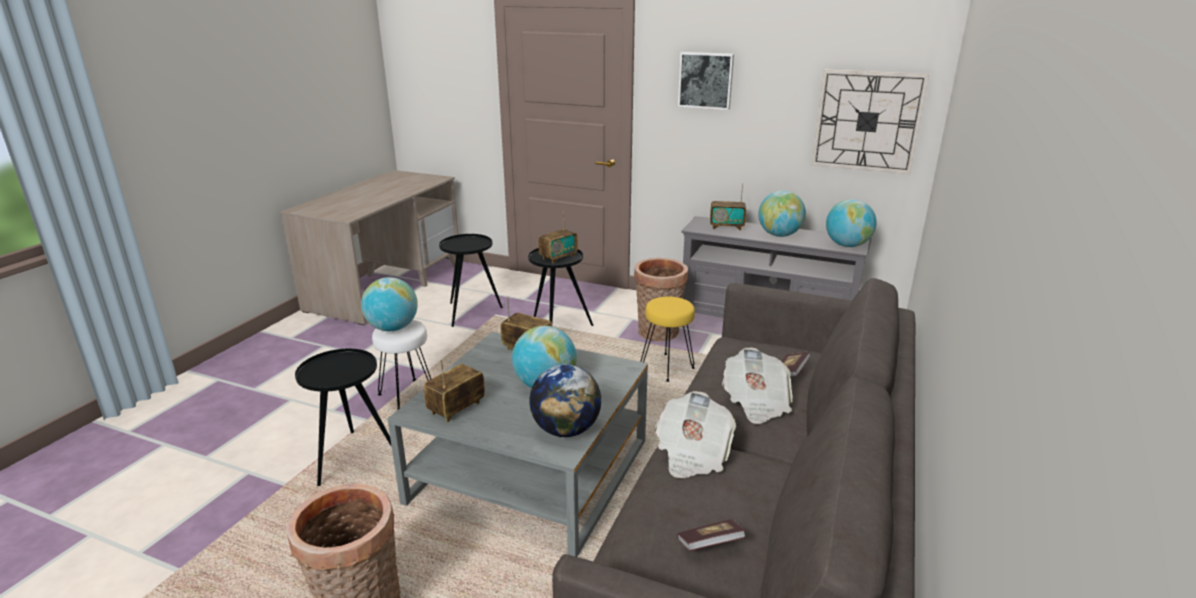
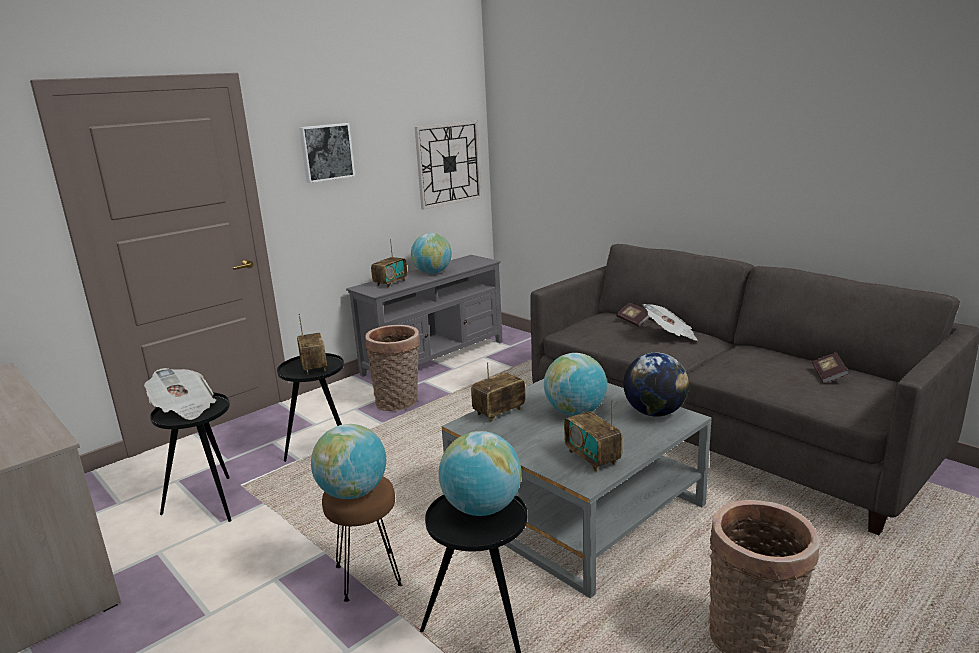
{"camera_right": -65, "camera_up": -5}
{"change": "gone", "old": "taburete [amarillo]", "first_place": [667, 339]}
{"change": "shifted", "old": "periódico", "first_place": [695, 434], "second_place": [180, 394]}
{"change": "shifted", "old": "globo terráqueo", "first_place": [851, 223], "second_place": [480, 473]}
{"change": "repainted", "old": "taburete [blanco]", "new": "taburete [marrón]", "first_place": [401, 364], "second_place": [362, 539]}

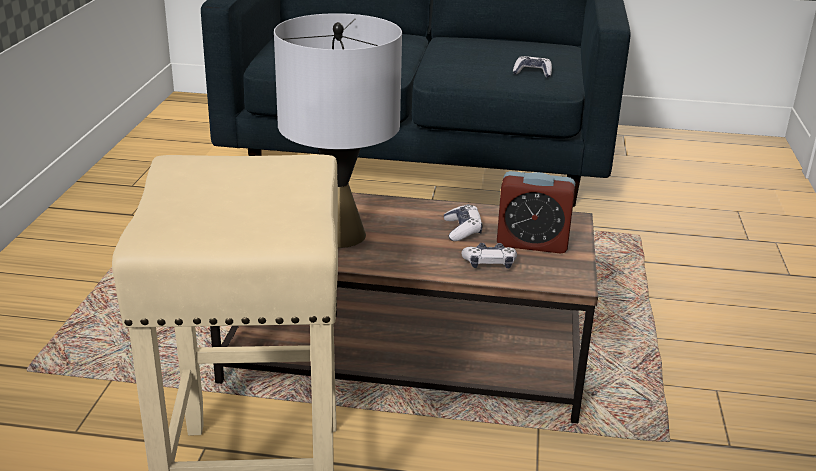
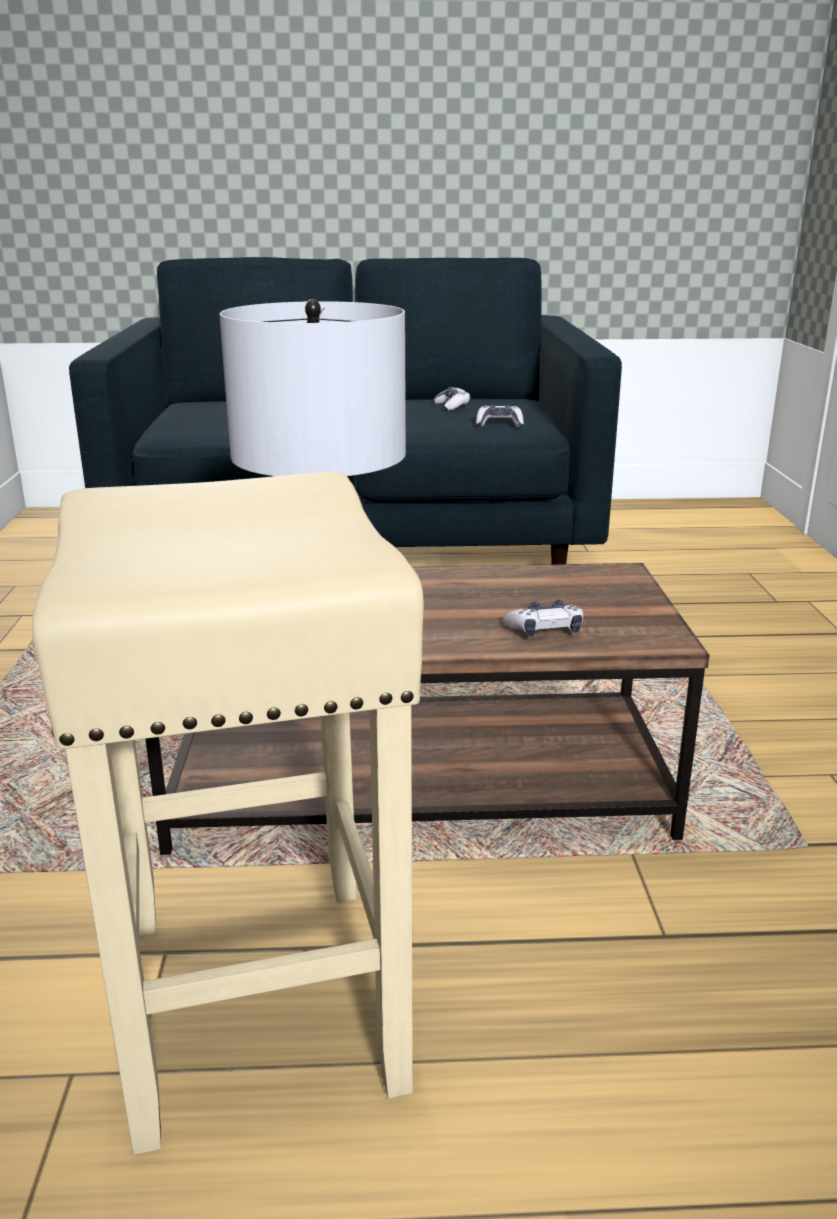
{"camera_right": -10, "camera_up": -5}
{"change": "gone", "old": "despertador", "first_place": [536, 212]}
{"change": "shifted", "old": "mando de consola", "first_place": [463, 222], "second_place": [452, 399]}

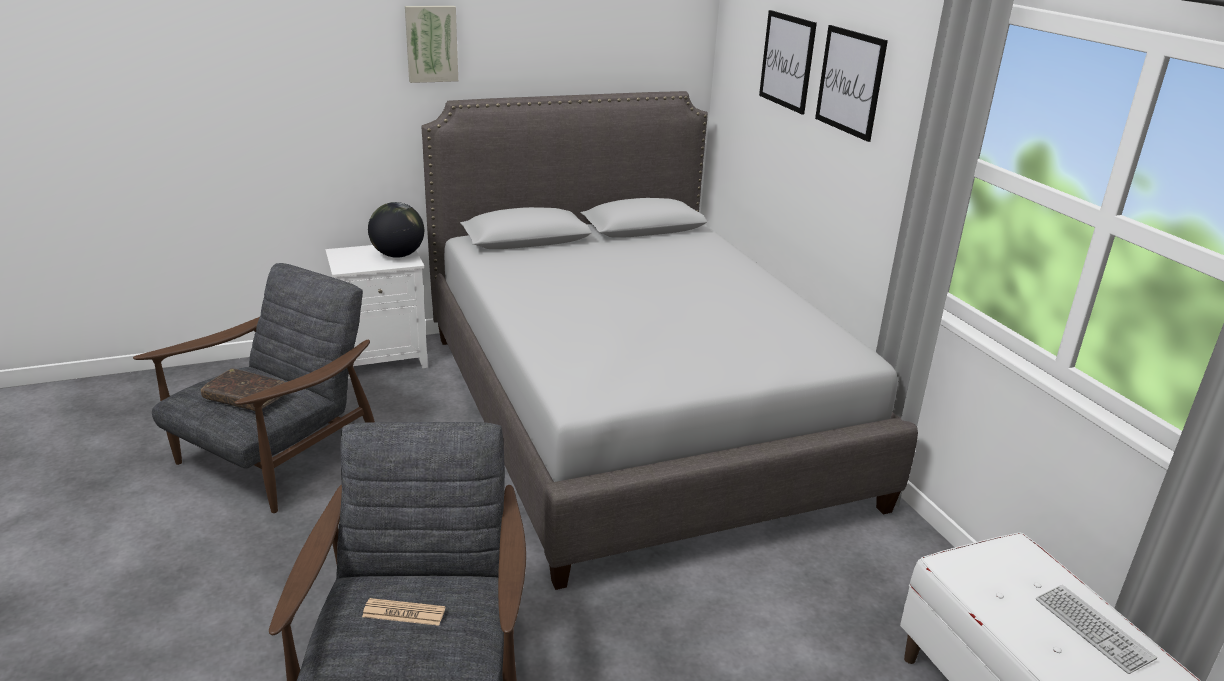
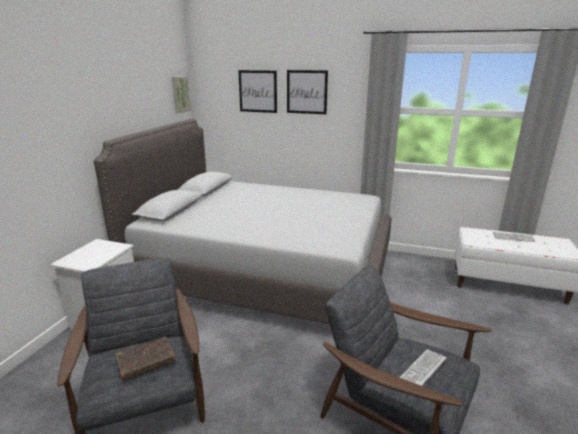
{"camera_right": -50, "camera_up": -5}
{"change": "gone", "old": "globo terráqueo", "first_place": [396, 230]}
{"change": "shifted", "old": "cuadro", "first_place": [431, 44], "second_place": [181, 95]}
{"change": "swapped", "old": "periódico", "new": "teclado", "first_place": [403, 612], "second_place": [422, 367]}

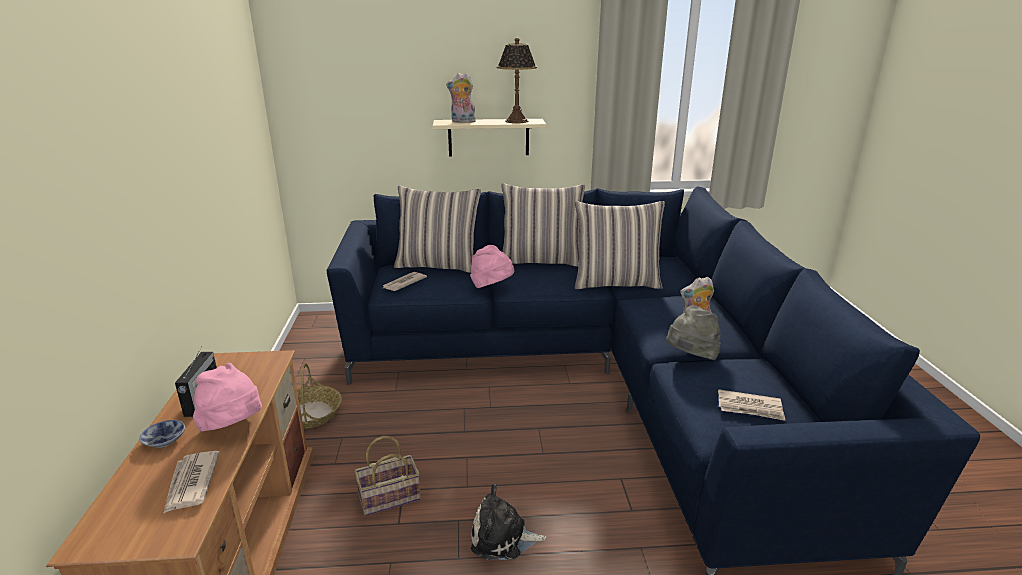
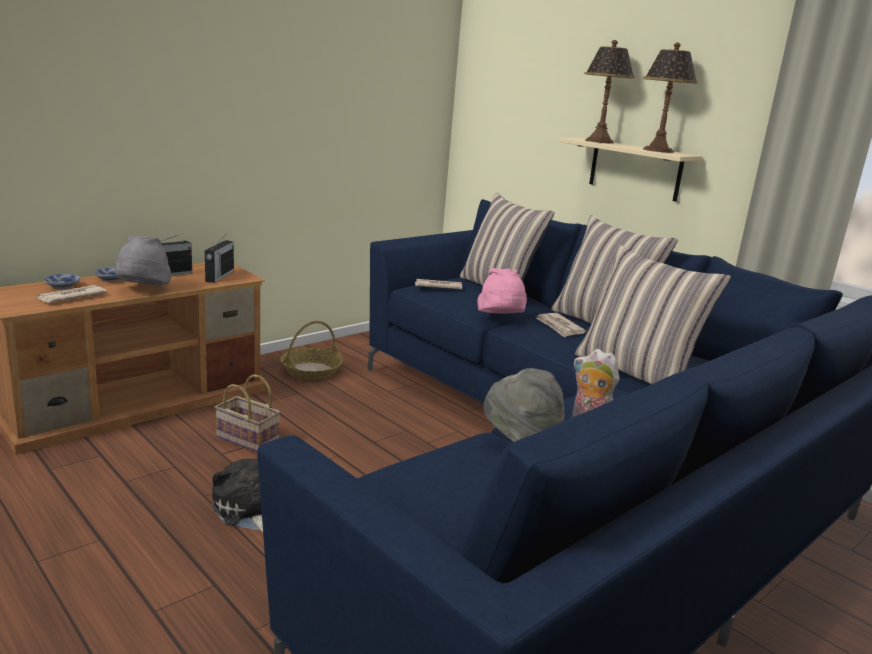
{"camera_right": 50, "camera_up": -5}
{"change": "new", "new": "cuenco", "second_place": [62, 281]}
{"change": "new", "new": "radio", "second_place": [219, 259]}
{"change": "shifted", "old": "periódico", "first_place": [751, 405], "second_place": [561, 325]}
{"change": "swapped", "old": "peluche", "new": "lámpara de mesa", "first_place": [461, 98], "second_place": [609, 91]}
{"change": "repainted", "old": "sombrero [rosa]", "new": "sombrero [gris]", "first_place": [227, 397], "second_place": [143, 260]}

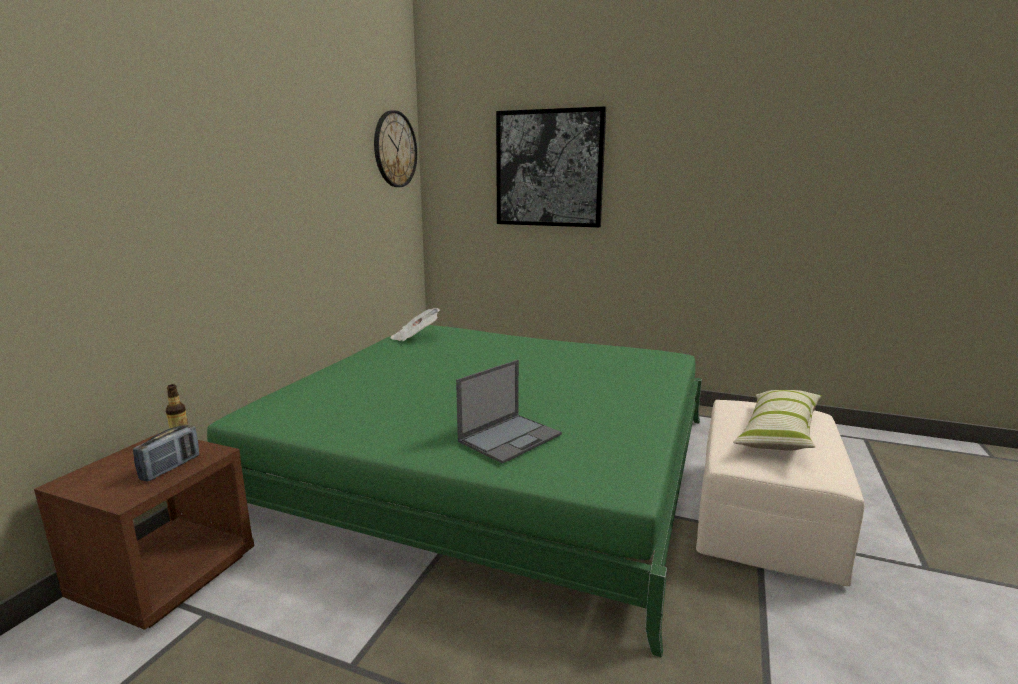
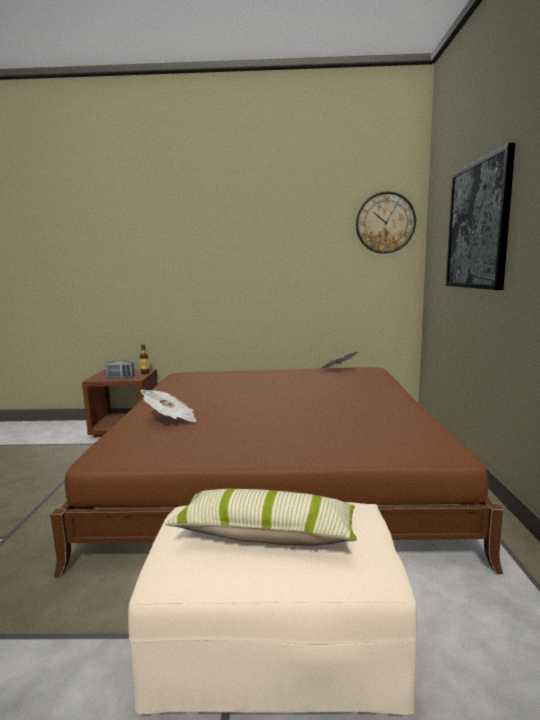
{"camera_right": 70, "camera_up": -5}
{"change": "swapped", "old": "portátil", "new": "periódico", "first_place": [509, 412], "second_place": [168, 406]}
{"change": "repainted", "old": "cama [verde]", "new": "cama [marrón]", "first_place": [454, 491], "second_place": [277, 472]}

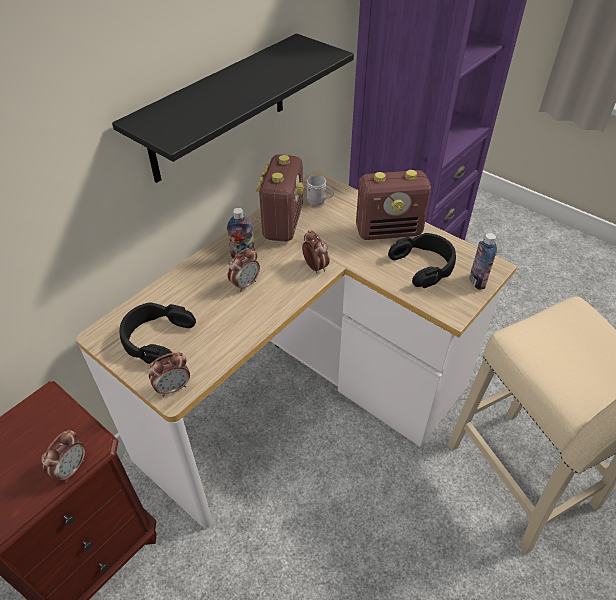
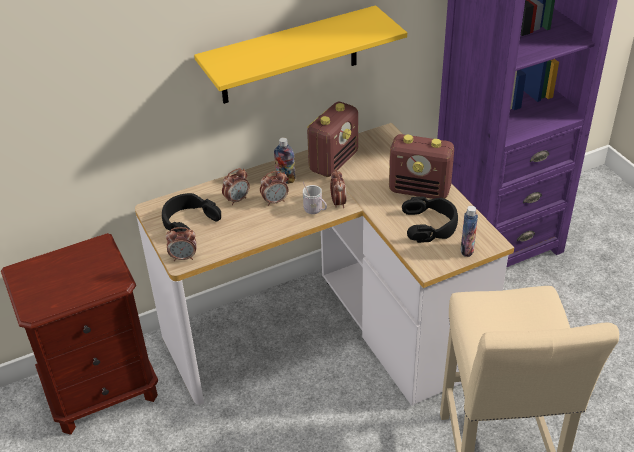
{"camera_right": 25, "camera_up": -5}
{"change": "shifted", "old": "despertador", "first_place": [63, 456], "second_place": [236, 186]}
{"change": "shifted", "old": "taza grande [blanco]", "first_place": [319, 189], "second_place": [315, 197]}
{"change": "repainted", "old": "estante [negro]", "new": "estante [amarillo]", "first_place": [233, 108], "second_place": [300, 54]}

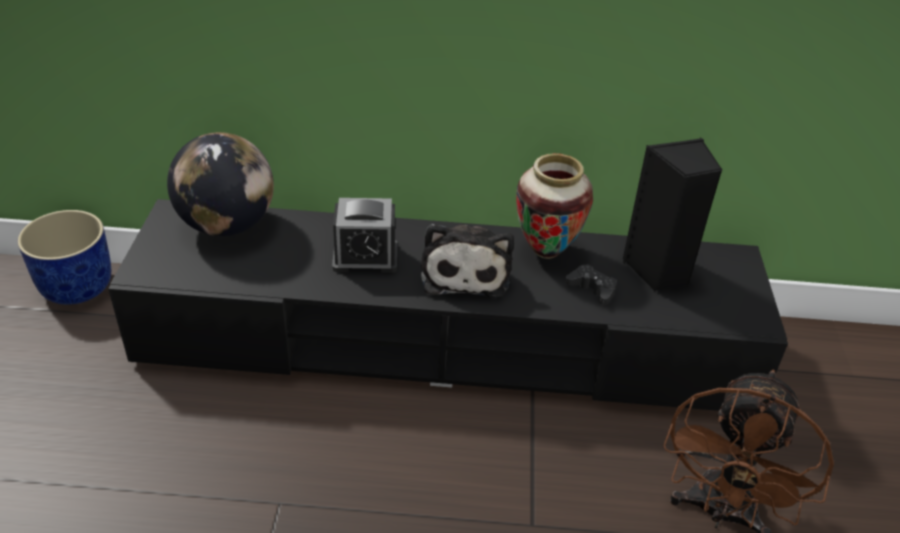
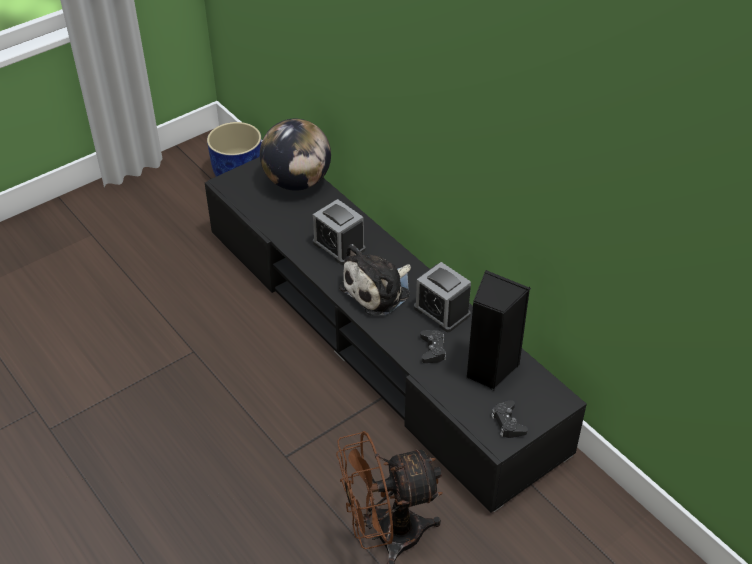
{"camera_right": 50, "camera_up": 5}
{"change": "new", "new": "mando de consola [negro]", "second_place": [509, 419]}
{"change": "swapped", "old": "florero", "new": "despertador", "first_place": [554, 206], "second_place": [442, 297]}

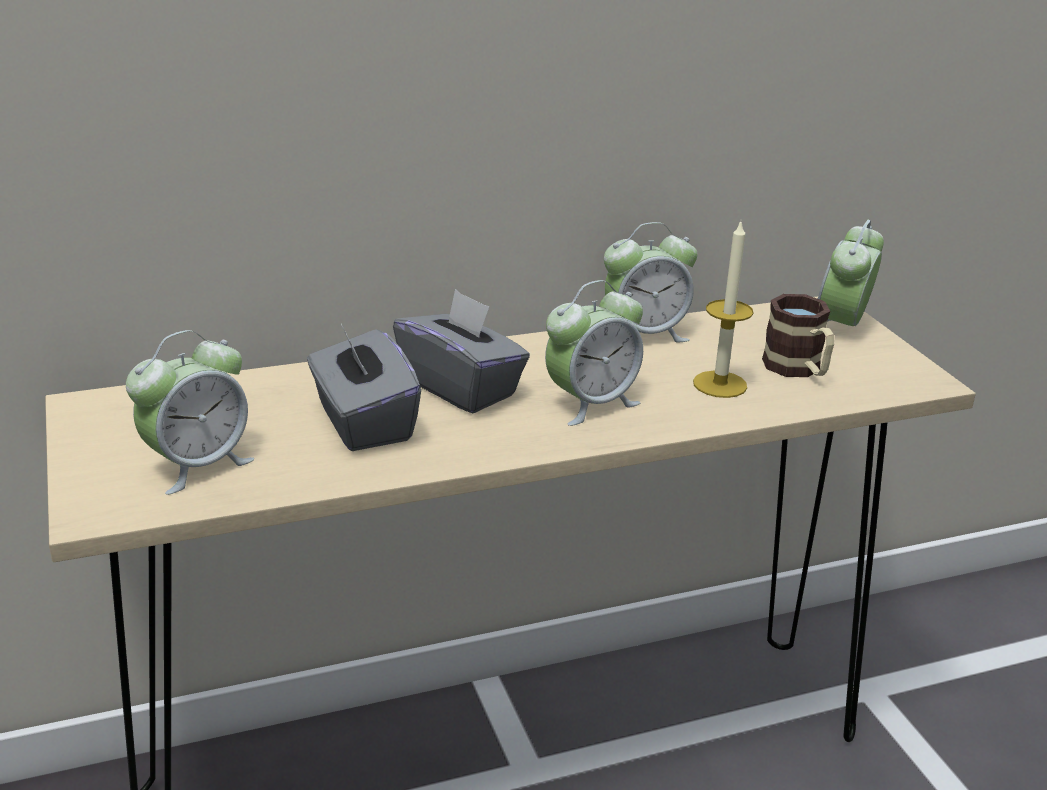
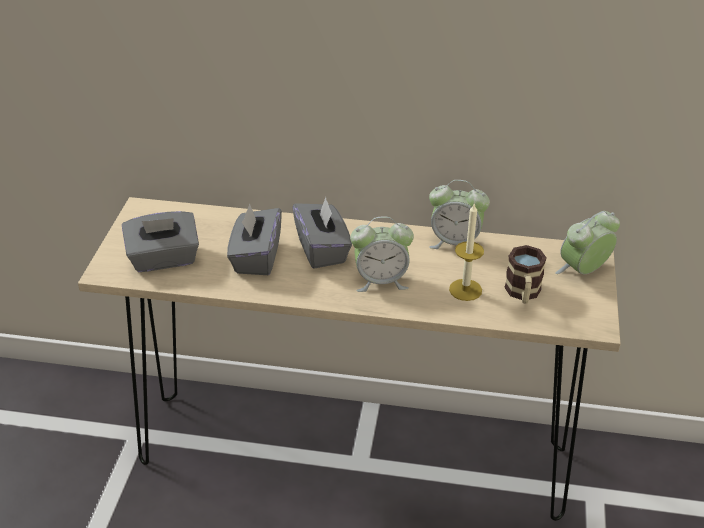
{"camera_right": 30, "camera_up": 10}
{"change": "swapped", "old": "despertador", "new": "caja de pañuelos [gris]", "first_place": [190, 412], "second_place": [160, 241]}

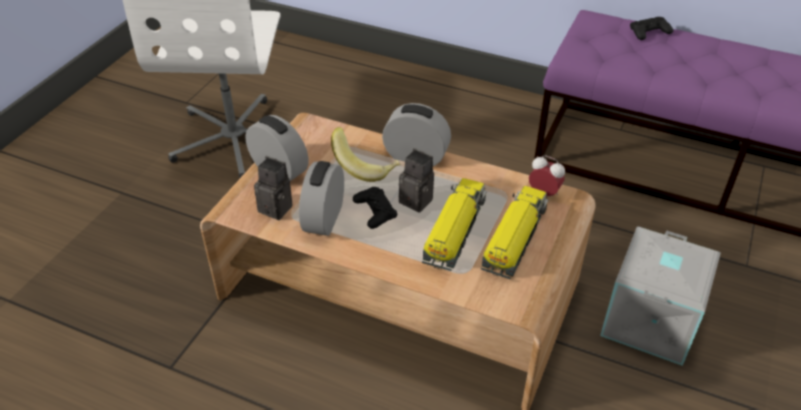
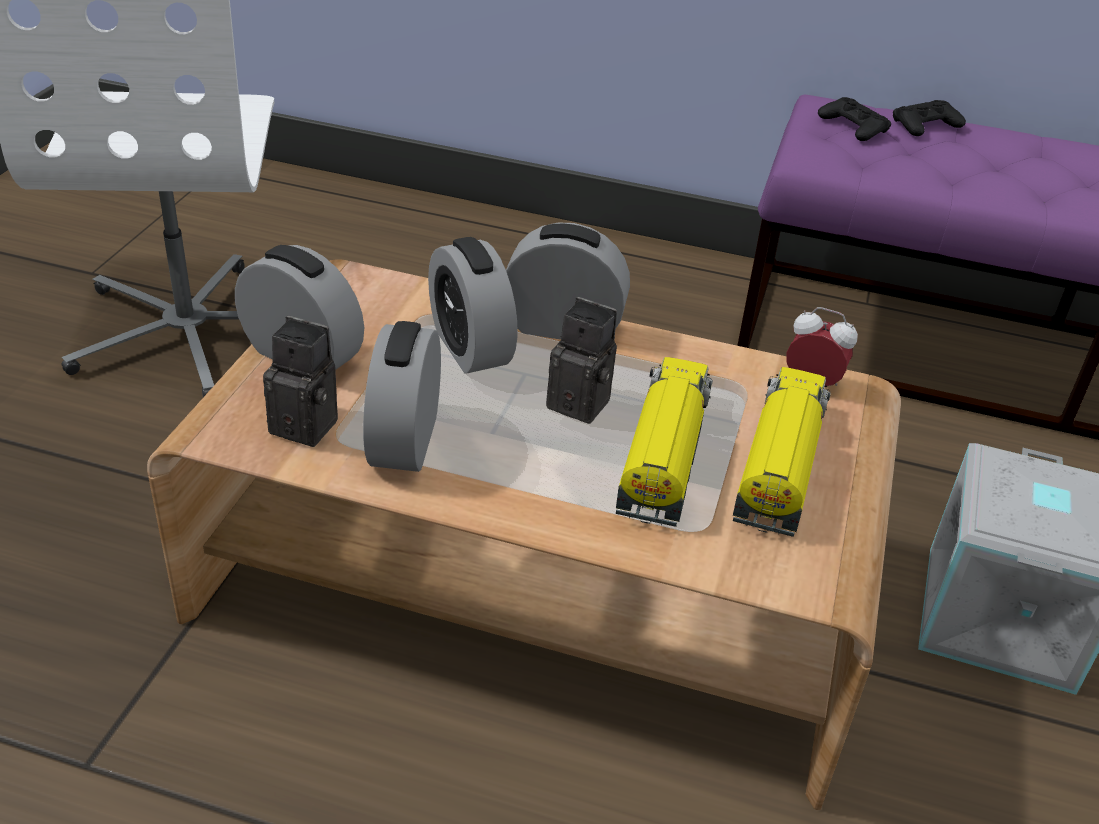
{"camera_right": -10, "camera_up": -5}
{"change": "shifted", "old": "mando de consola [negro]", "first_place": [375, 208], "second_place": [854, 119]}
{"change": "swapped", "old": "plátano", "new": "despertador", "first_place": [365, 154], "second_place": [472, 305]}

